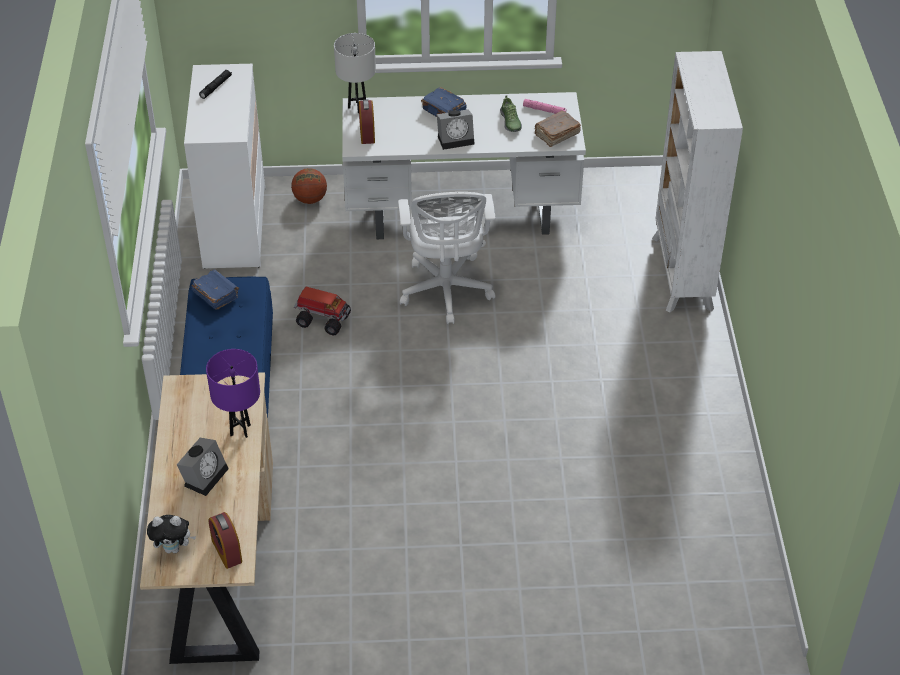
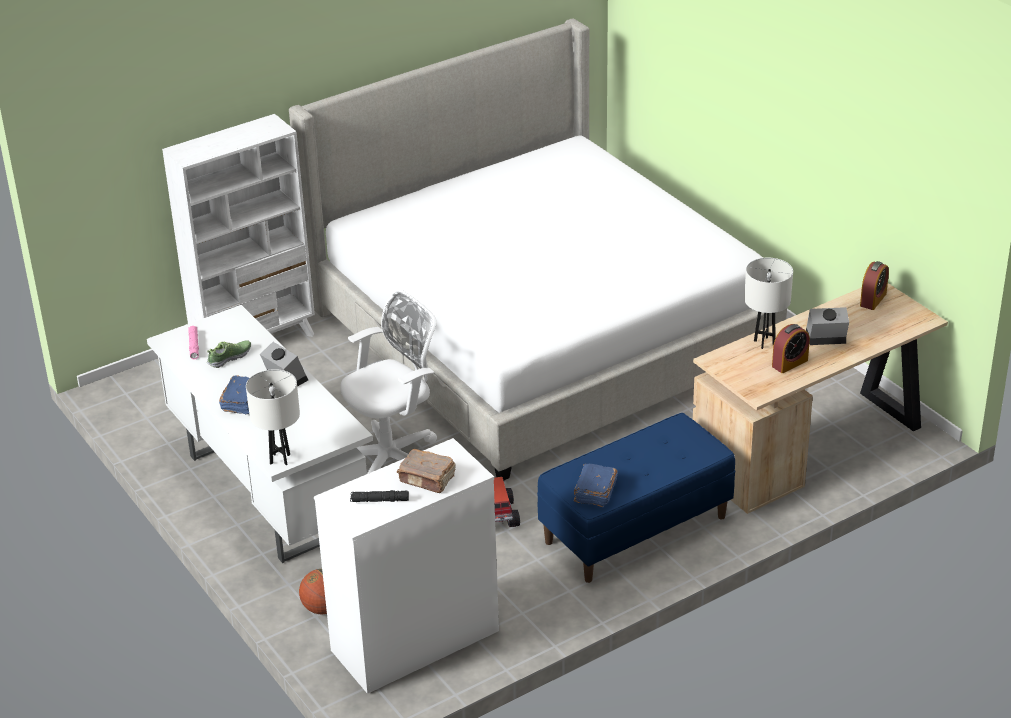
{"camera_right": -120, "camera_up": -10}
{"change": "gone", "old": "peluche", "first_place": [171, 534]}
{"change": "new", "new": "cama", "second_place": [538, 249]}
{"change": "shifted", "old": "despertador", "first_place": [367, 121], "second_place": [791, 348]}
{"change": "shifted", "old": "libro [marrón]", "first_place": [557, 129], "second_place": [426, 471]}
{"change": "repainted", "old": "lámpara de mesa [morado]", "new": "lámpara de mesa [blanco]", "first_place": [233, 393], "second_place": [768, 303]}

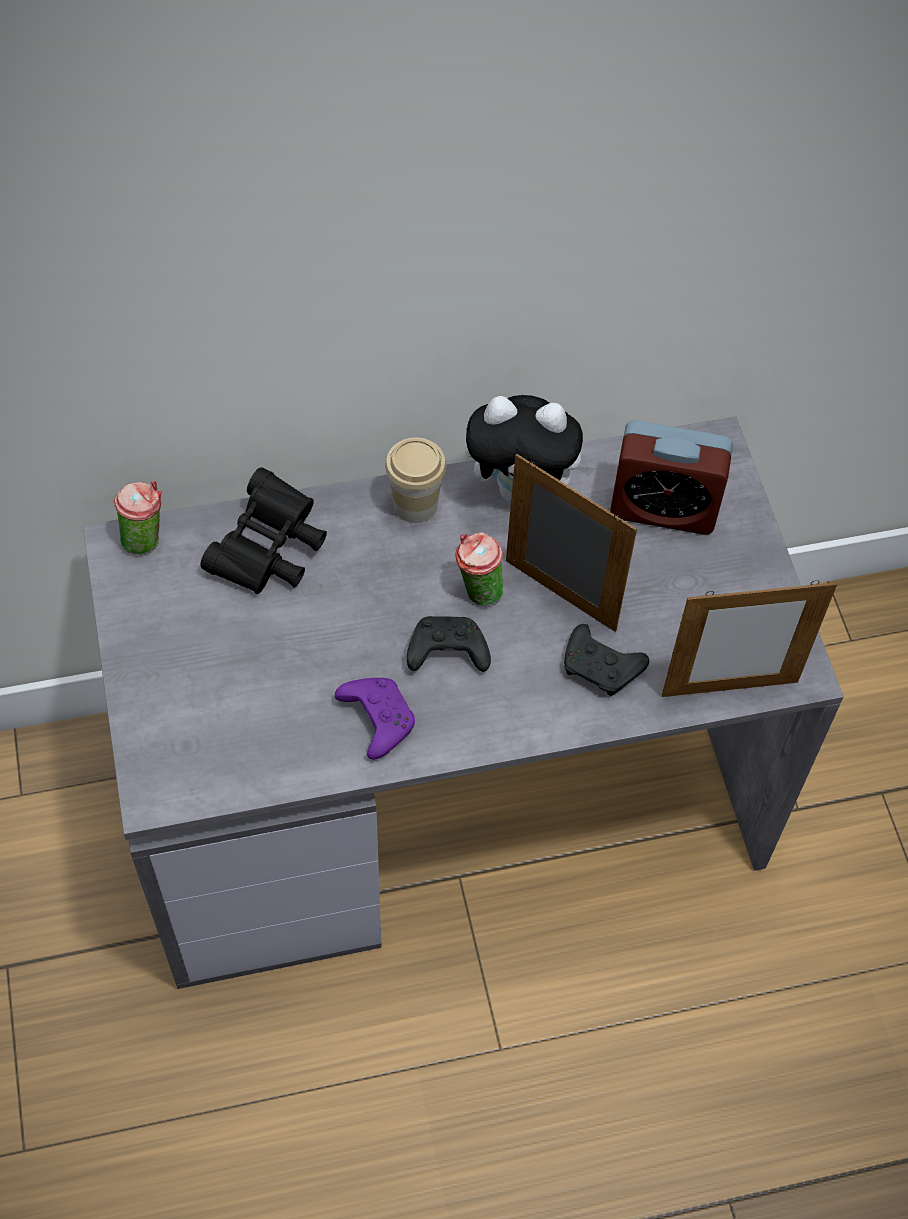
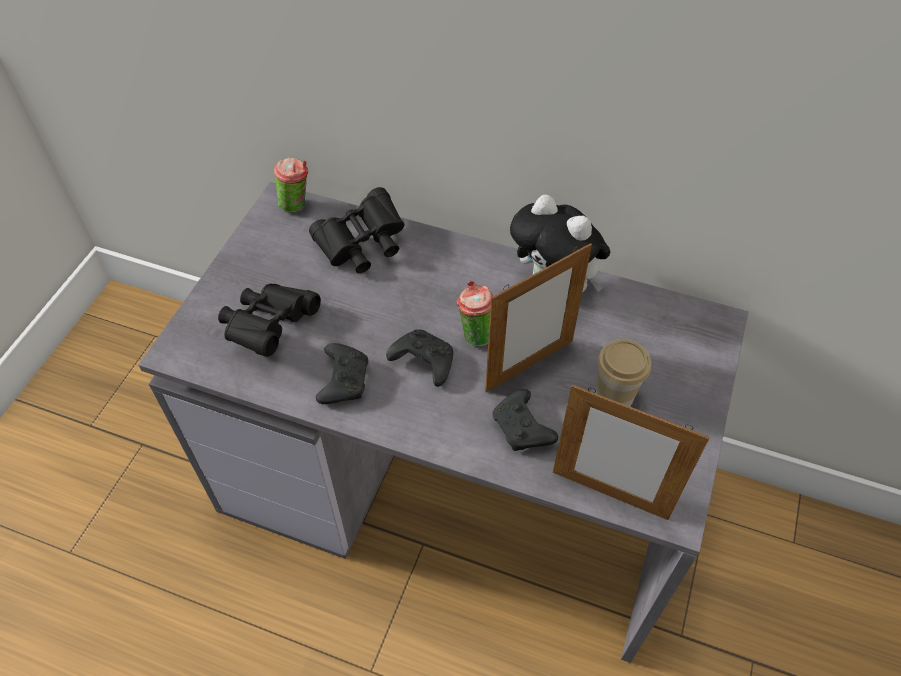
{"camera_right": 35, "camera_up": -5}
{"change": "gone", "old": "despertador", "first_place": [671, 477]}
{"change": "new", "new": "prismáticos [negro]", "second_place": [269, 320]}
{"change": "shifted", "old": "taza", "first_place": [415, 480], "second_place": [623, 372]}
{"change": "repainted", "old": "mando de consola [morado]", "new": "mando de consola [negro]", "first_place": [375, 719], "second_place": [342, 373]}
{"change": "rotated", "old": "portarretratos", "first_place": [571, 543], "second_place": [538, 317], "degrees": 75}

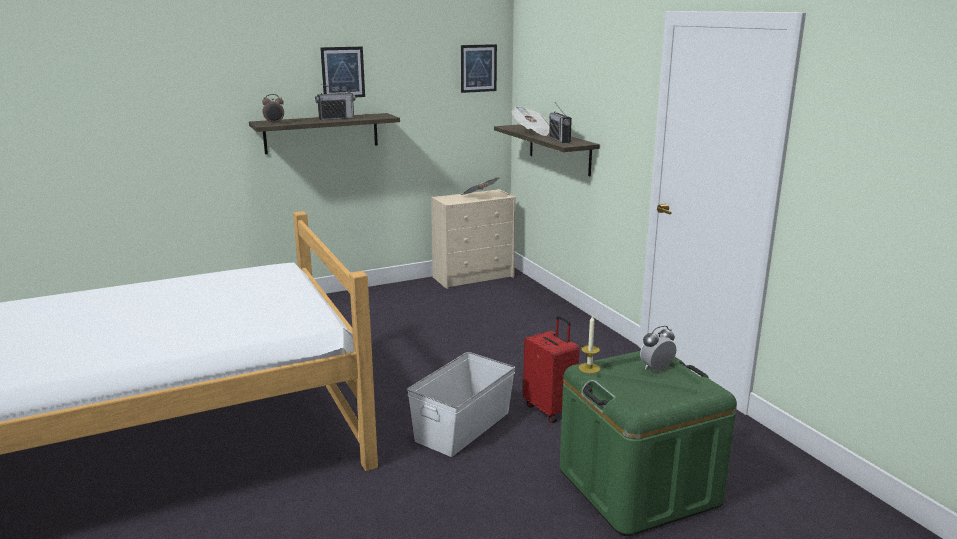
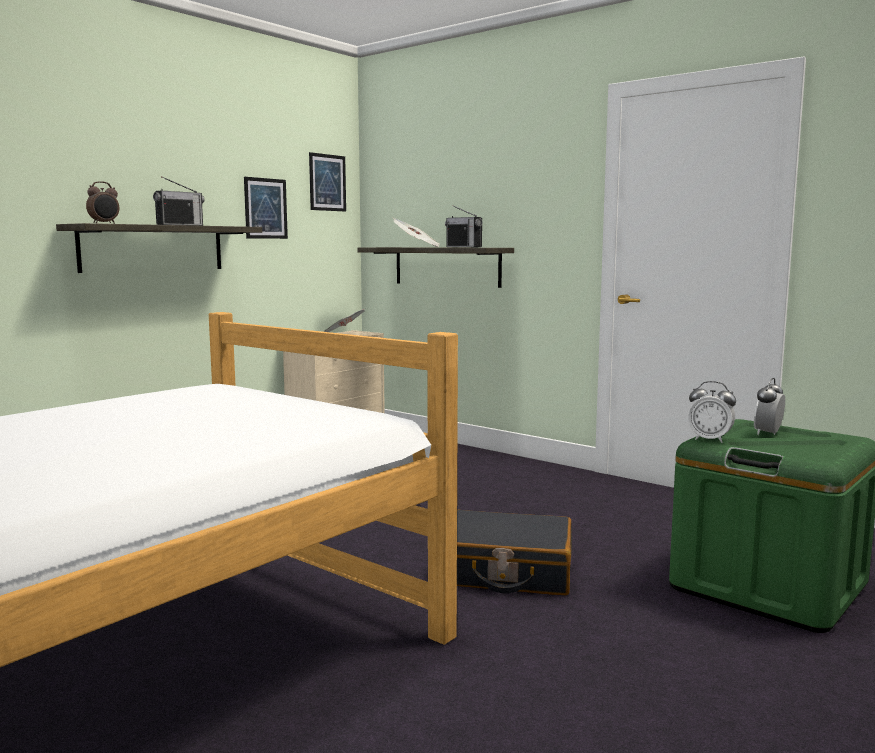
{"camera_right": -25, "camera_up": -10}
{"change": "gone", "old": "maleta [rojo]", "first_place": [551, 369]}
{"change": "shifted", "old": "cuadro", "first_place": [342, 72], "second_place": [266, 208]}
{"change": "swapped", "old": "caja de almacenaje [blanco]", "new": "maleta [negro]", "first_place": [461, 404], "second_place": [514, 552]}
{"change": "swapped", "old": "vela", "new": "despertador", "first_place": [589, 344], "second_place": [712, 412]}

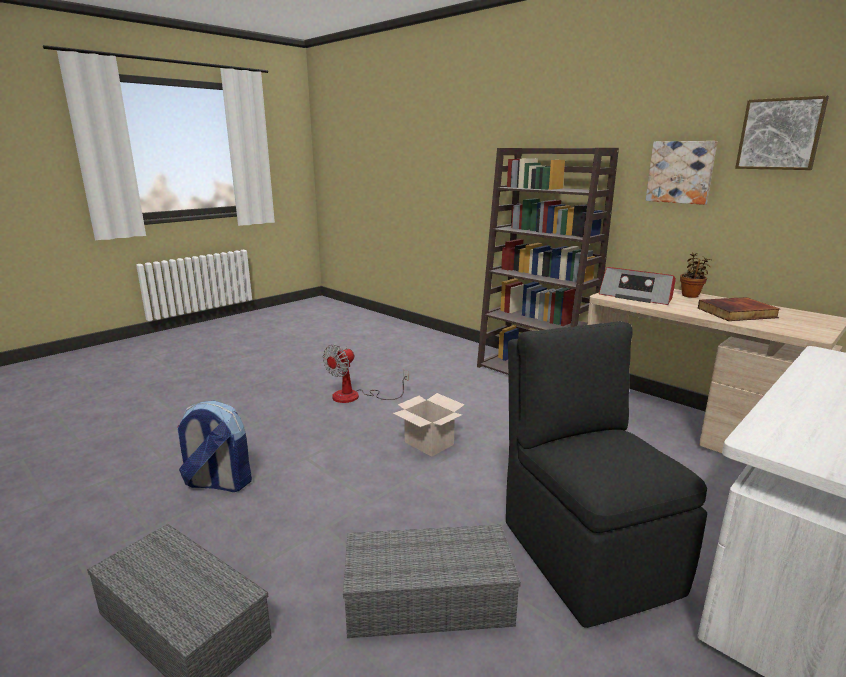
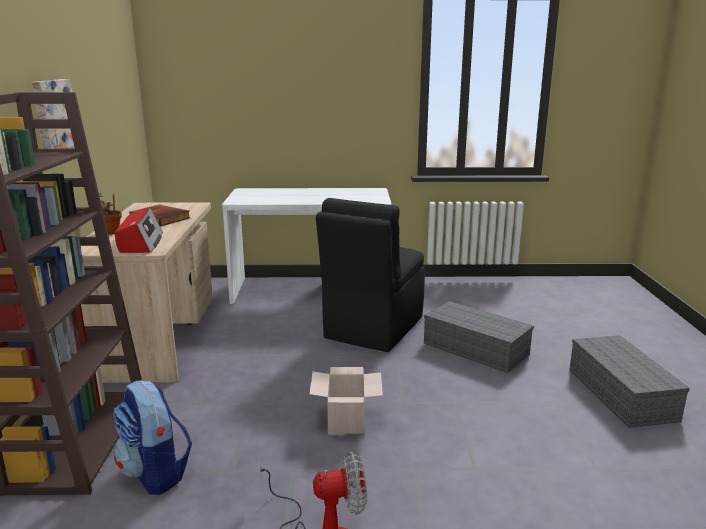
{"camera_right": -135, "camera_up": 0}
{"change": "gone", "old": "cuadro", "first_place": [782, 132]}
{"change": "shifted", "old": "mochila", "first_place": [214, 446], "second_place": [152, 437]}

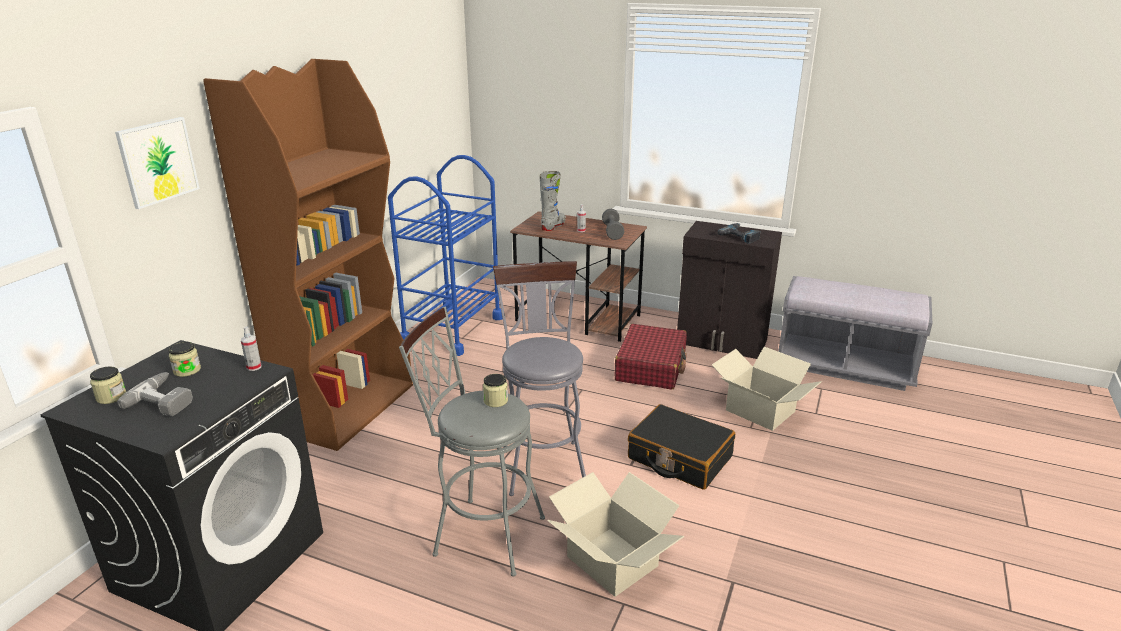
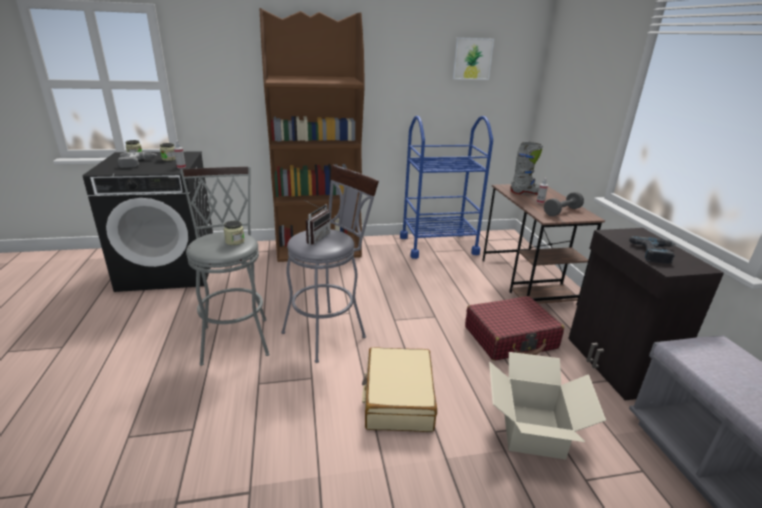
{"camera_right": 55, "camera_up": 0}
{"change": "gone", "old": "caja de cartón", "first_place": [616, 534]}
{"change": "new", "new": "radio", "second_place": [317, 222]}
{"change": "shifted", "old": "cuadro", "first_place": [157, 163], "second_place": [473, 58]}
{"change": "repainted", "old": "maleta [negro]", "new": "maleta [beis]", "first_place": [681, 447], "second_place": [399, 389]}

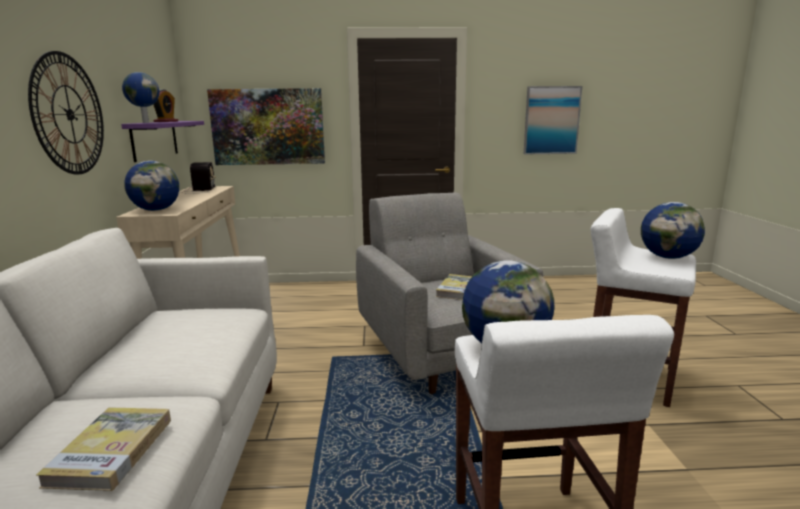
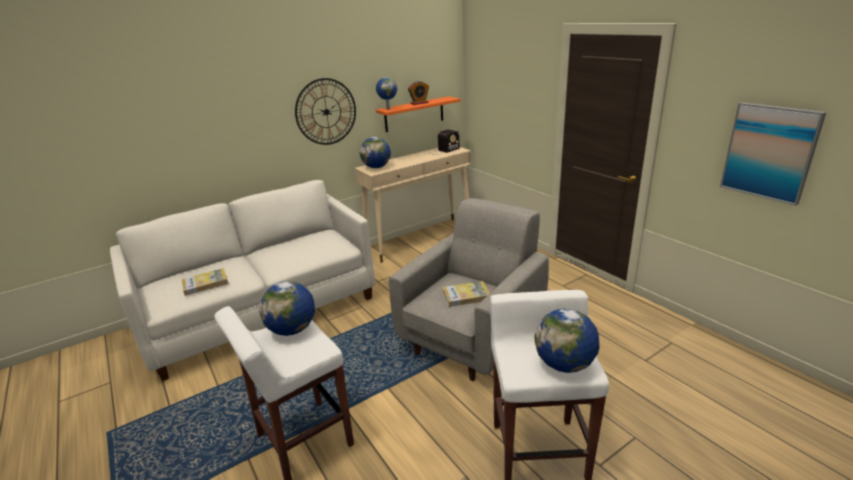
{"camera_right": 60, "camera_up": 10}
{"change": "gone", "old": "cuadro", "first_place": [266, 126]}
{"change": "repainted", "old": "estante [morado]", "new": "estante [naranja]", "first_place": [162, 141], "second_place": [418, 114]}

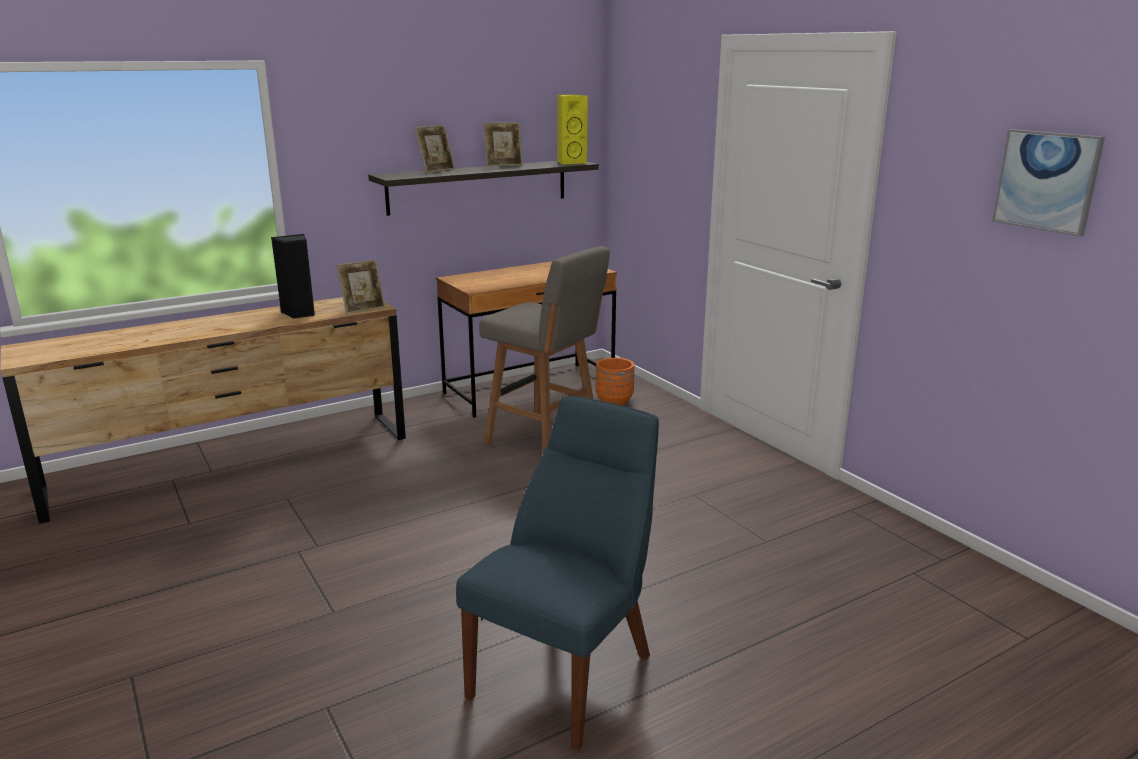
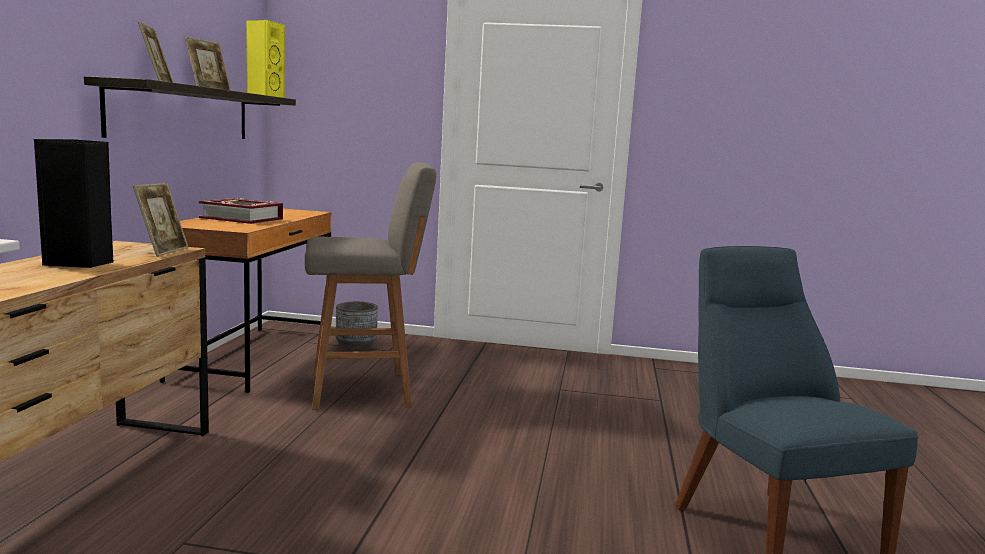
{"camera_right": -50, "camera_up": -10}
{"change": "gone", "old": "cuadro", "first_place": [1048, 183]}
{"change": "new", "new": "libro", "second_place": [241, 211]}
{"change": "repainted", "old": "maceta [naranja]", "new": "maceta [gris]", "first_place": [615, 381], "second_place": [357, 326]}

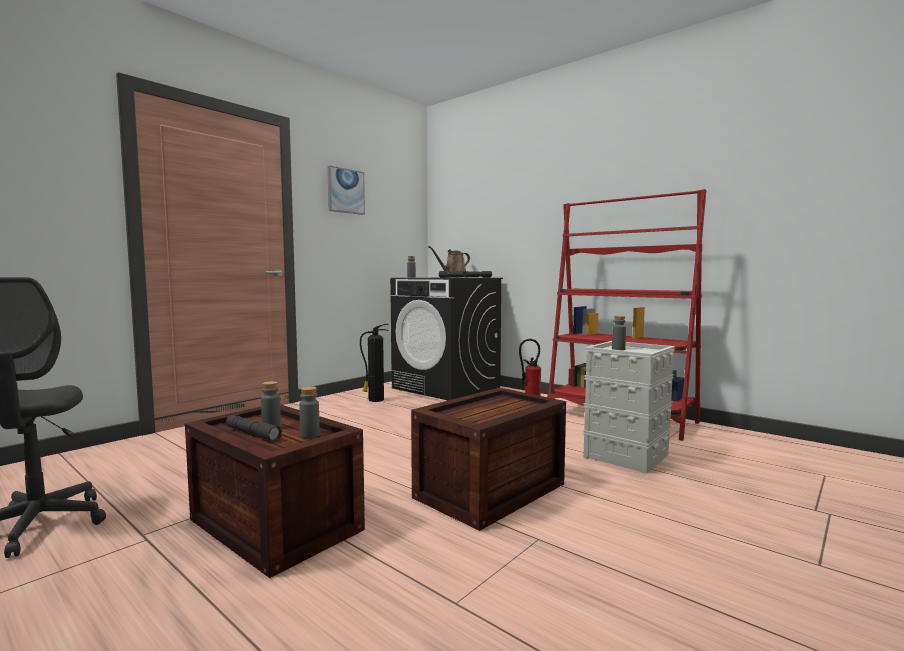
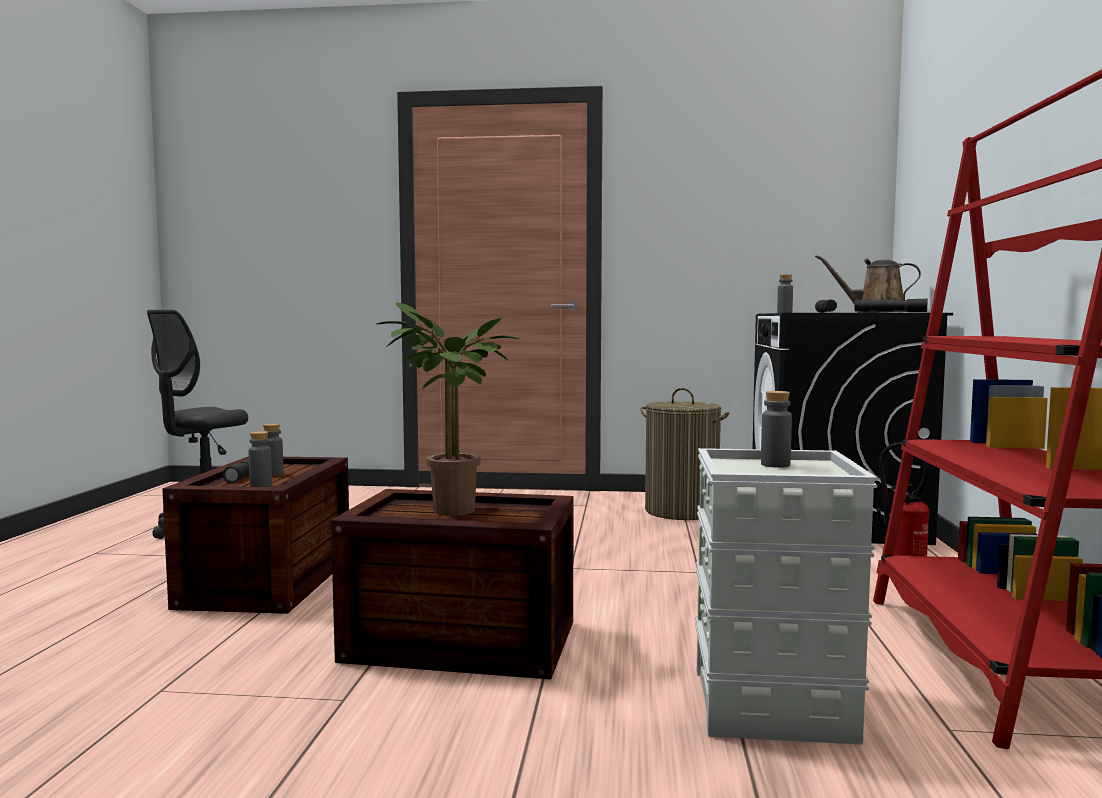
{"camera_right": 55, "camera_up": 0}
{"change": "gone", "old": "cuadro", "first_place": [346, 190]}
{"change": "new", "new": "planta en maceta", "second_place": [447, 409]}
{"change": "swapped", "old": "extintor", "new": "cesto de la ropa", "first_place": [374, 363], "second_place": [684, 454]}

